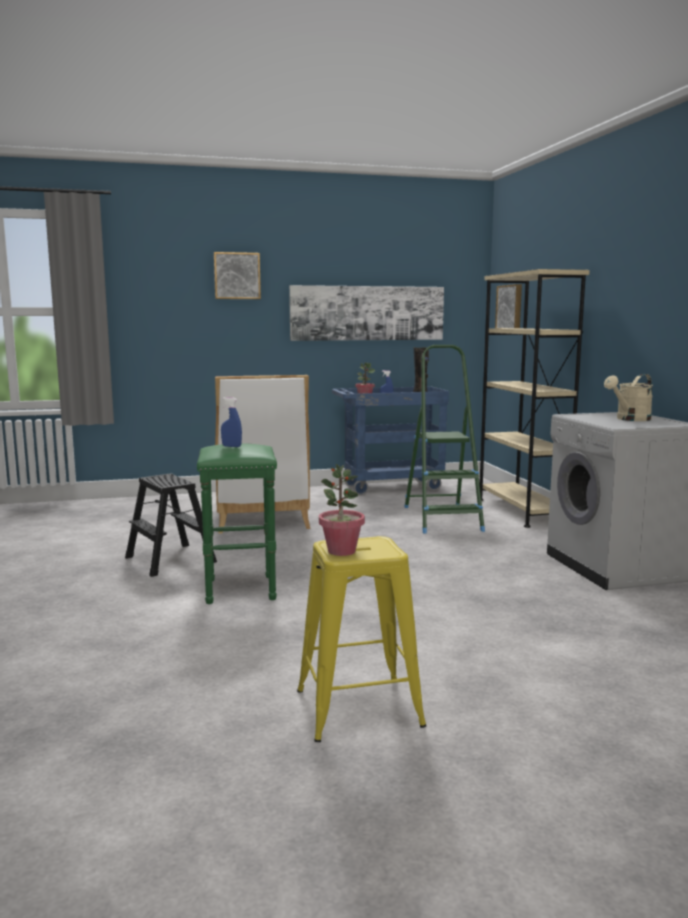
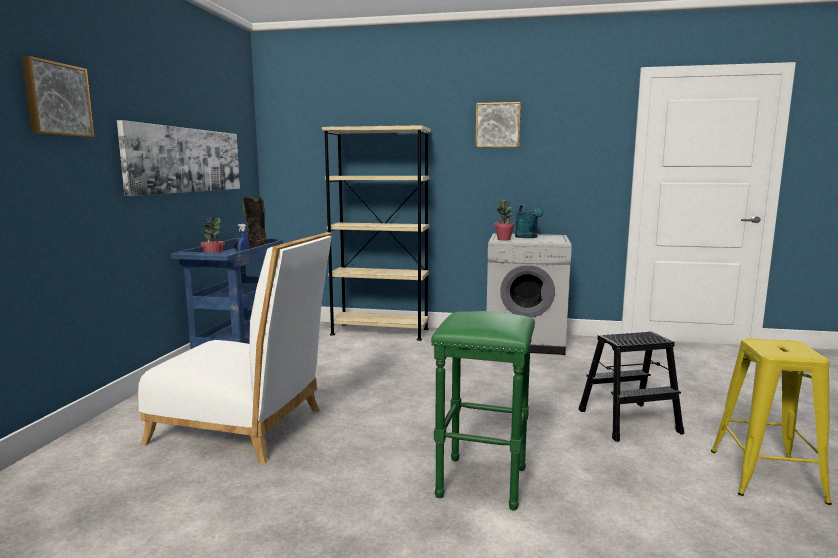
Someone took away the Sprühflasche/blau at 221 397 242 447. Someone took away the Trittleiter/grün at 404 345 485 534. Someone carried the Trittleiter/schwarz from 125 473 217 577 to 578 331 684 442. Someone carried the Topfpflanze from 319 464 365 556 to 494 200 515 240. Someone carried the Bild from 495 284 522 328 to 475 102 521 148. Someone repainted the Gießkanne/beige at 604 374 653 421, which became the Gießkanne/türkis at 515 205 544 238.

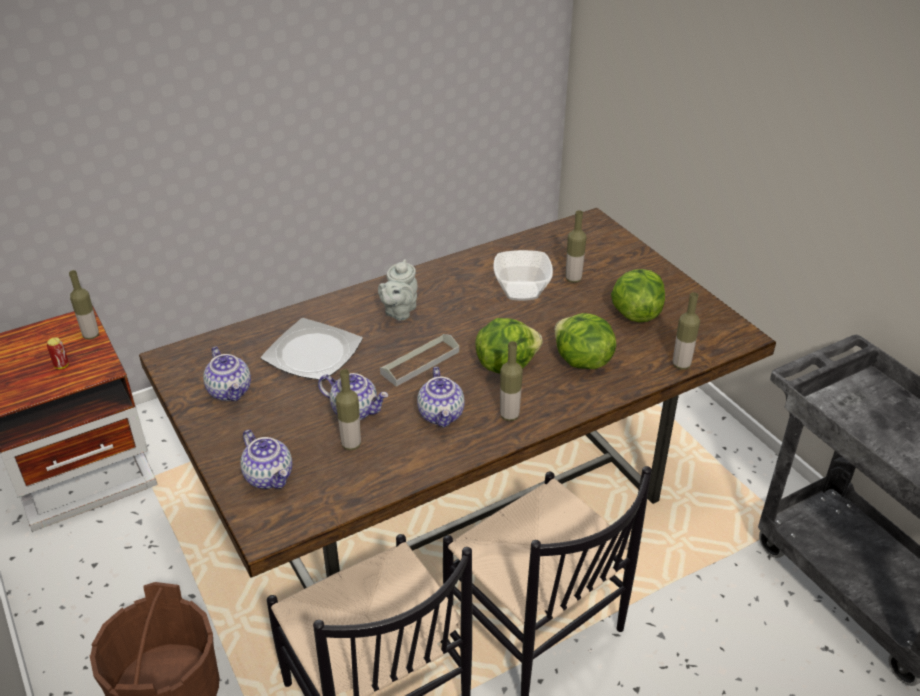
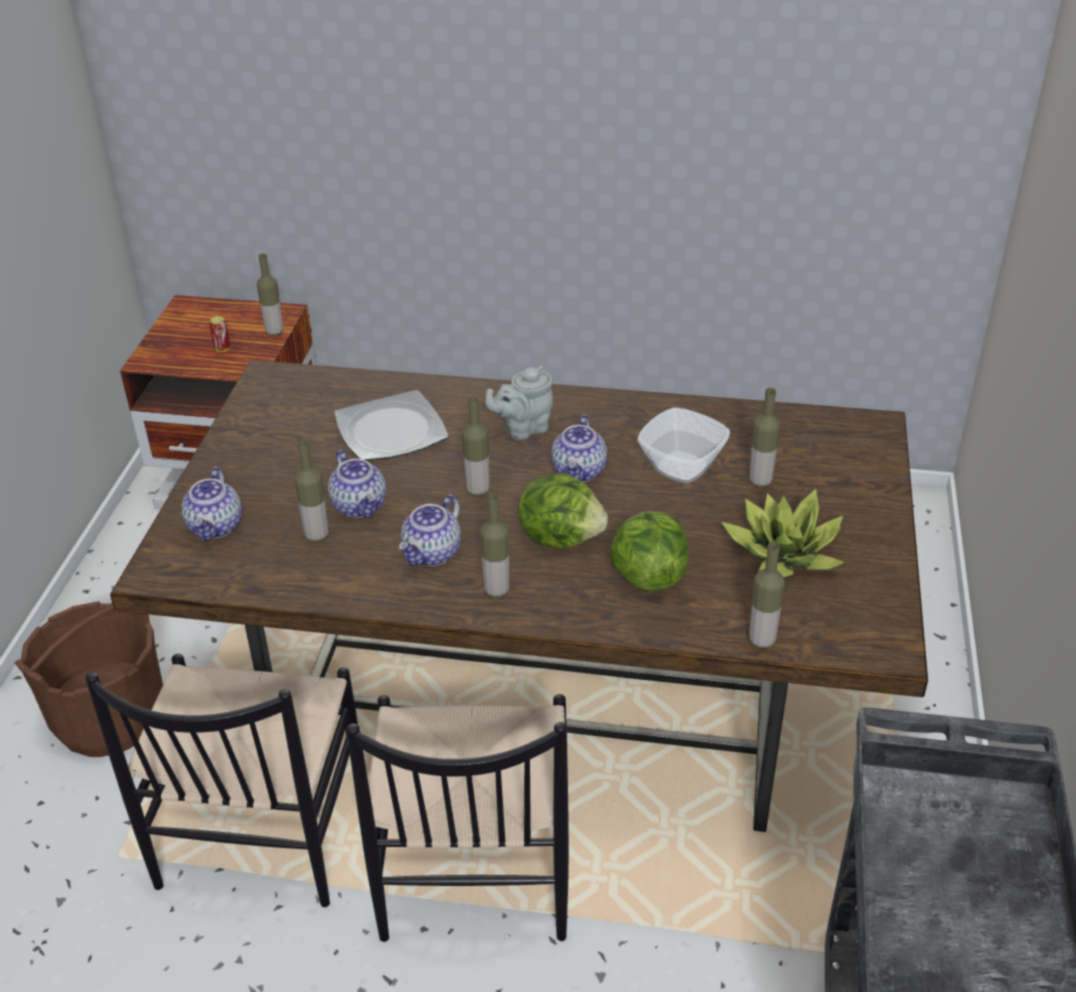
Someone carried the Teekanne from 203 347 251 401 to 551 415 607 482. Someone swapped the Tablett/grau at 380 334 459 387 for the Flasche at 462 397 490 497. Someone swapped the Salatkopf at 611 269 665 322 for the Topfpflanze at 721 489 845 577.

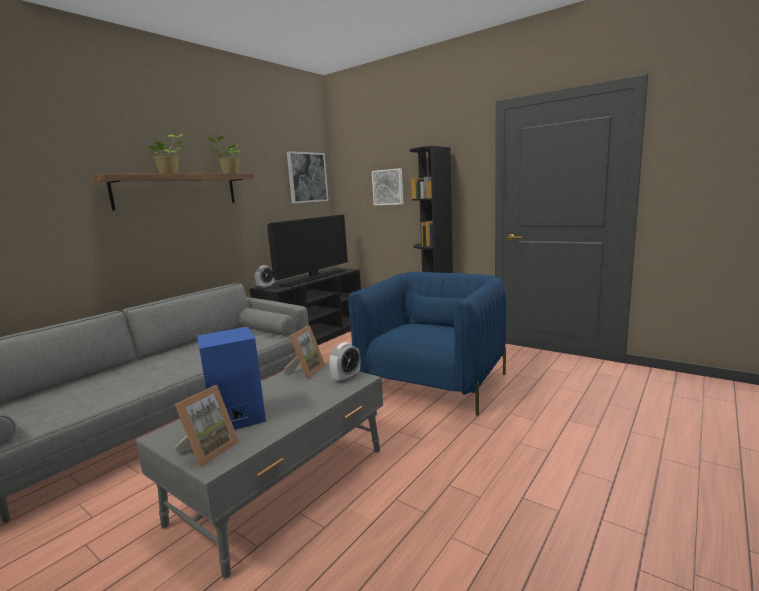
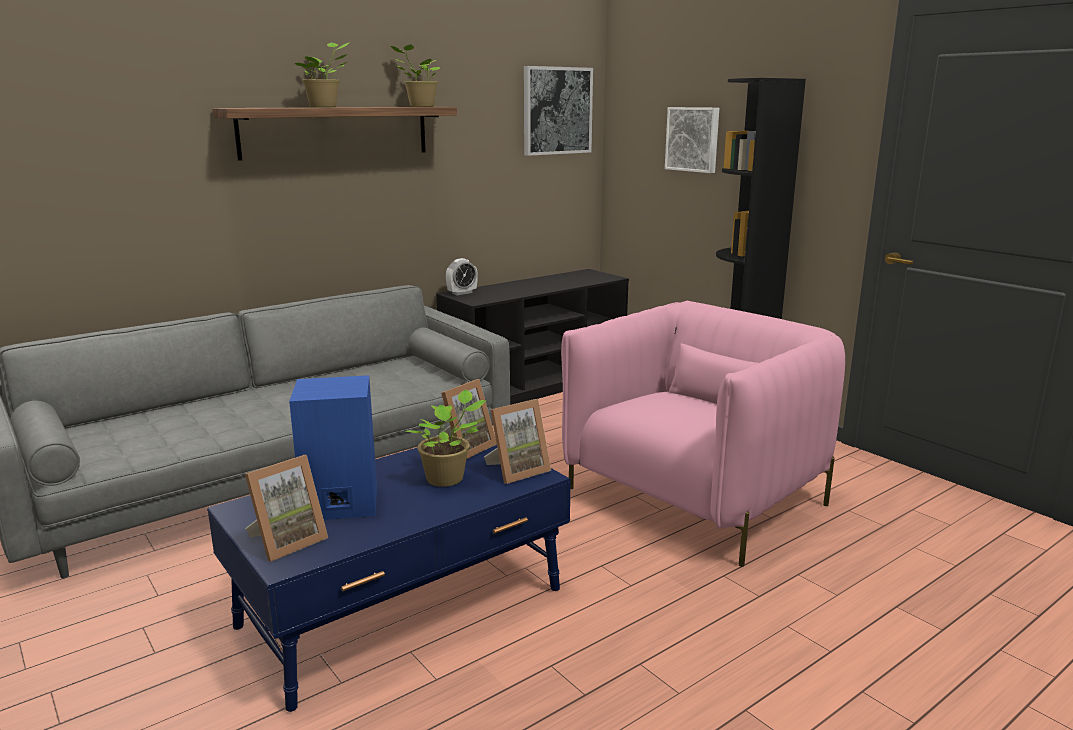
Someone took away the Fernseher at 267 214 348 287. Someone put down the Topfpflanze at 405 390 486 487. Someone swapped the Wecker at 329 342 360 383 for the Bilderrahmen at 484 399 551 484. Someone repainted the Couchtisch/grau at 135 363 383 578, which became the Couchtisch/blau at 207 445 571 712. Someone repainted the Sessel/blau at 348 272 507 416, which became the Sessel/rosa at 561 301 845 567.

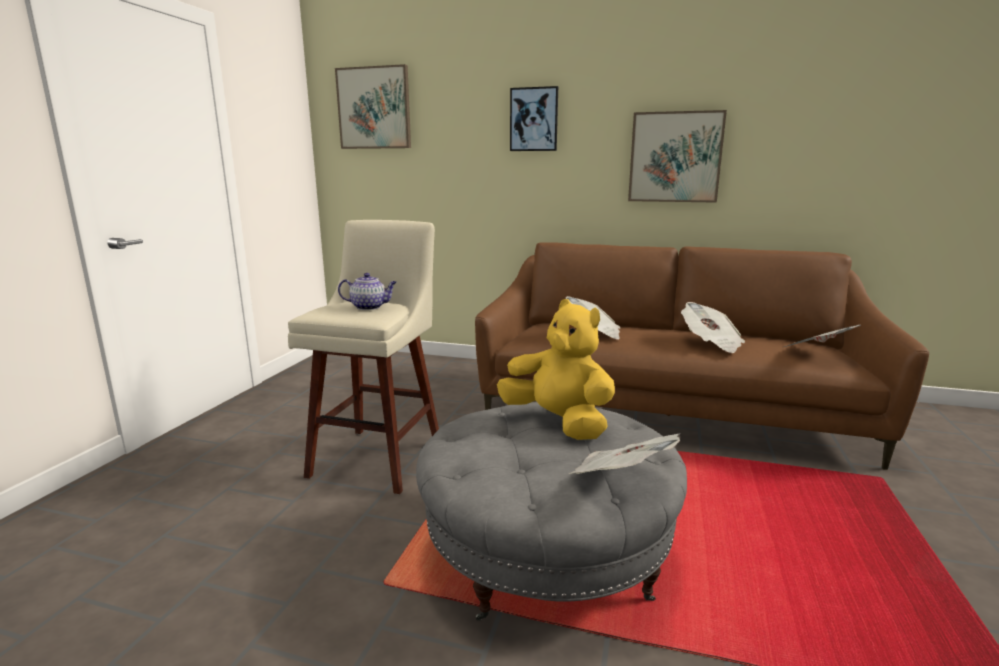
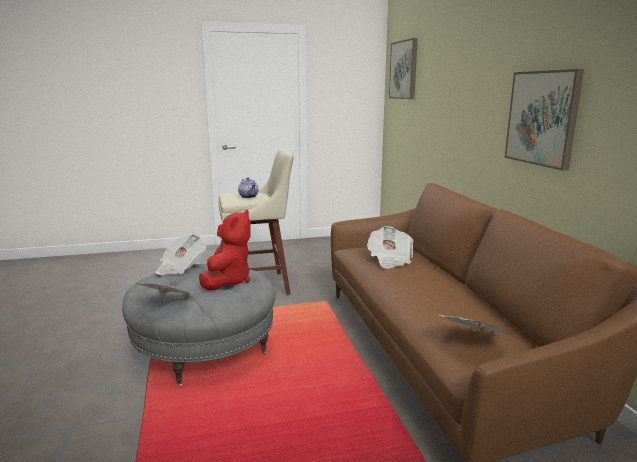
Someone took away the Bild at 510 86 558 151. Someone carried the Zeitung from 681 302 745 353 to 156 234 206 275. Someone repainted the Plüschtier/gelb at 497 299 615 440, which became the Plüschtier/rot at 199 210 251 290.

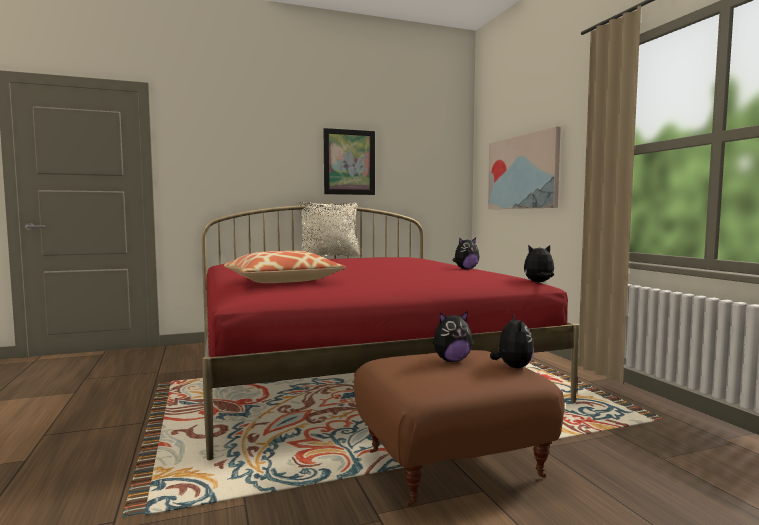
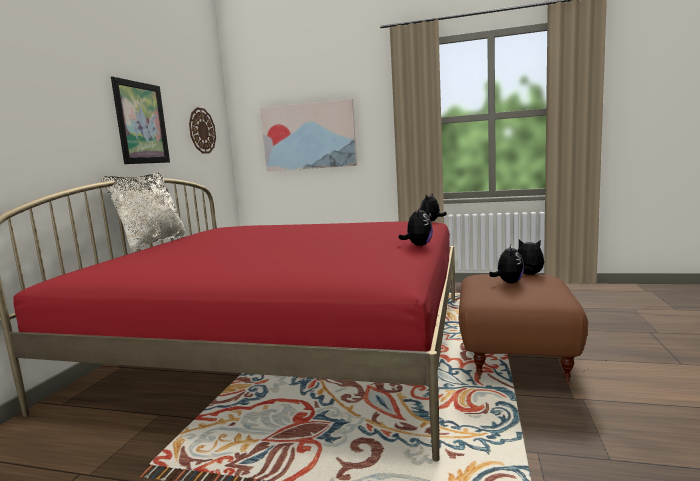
Someone took away the Kissen at 224 251 346 283. Someone put up the Wanduhr at 189 107 216 154. Someone carried the Plüschtier from 453 237 479 270 to 398 206 433 246.

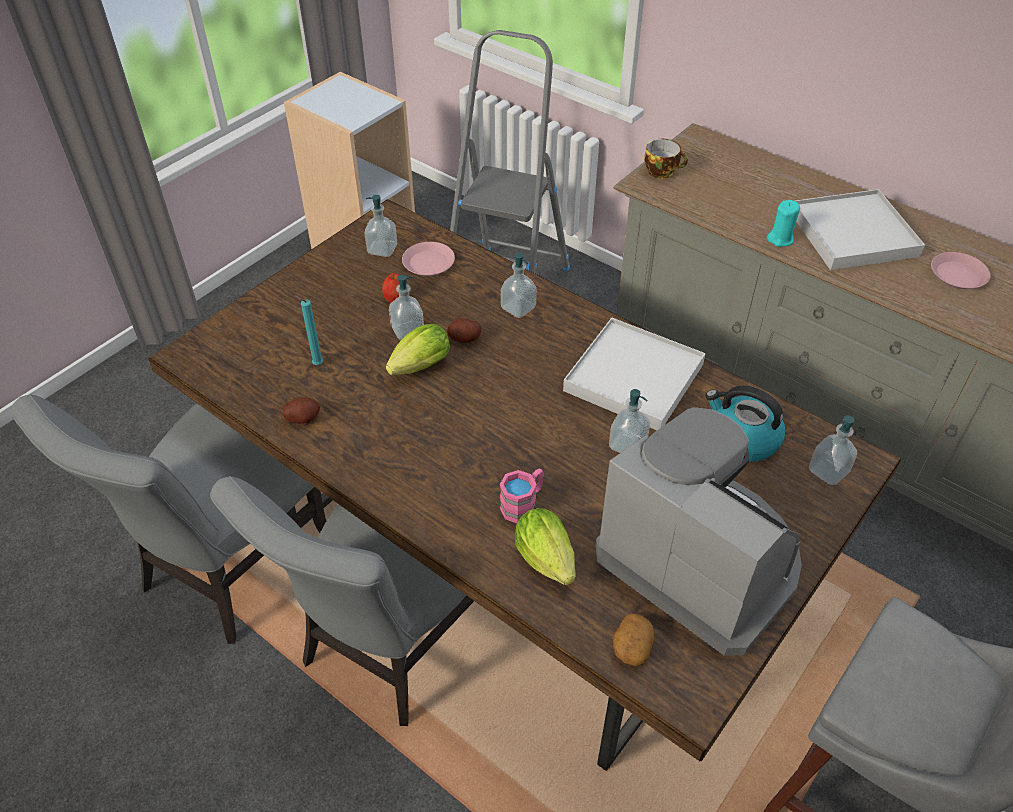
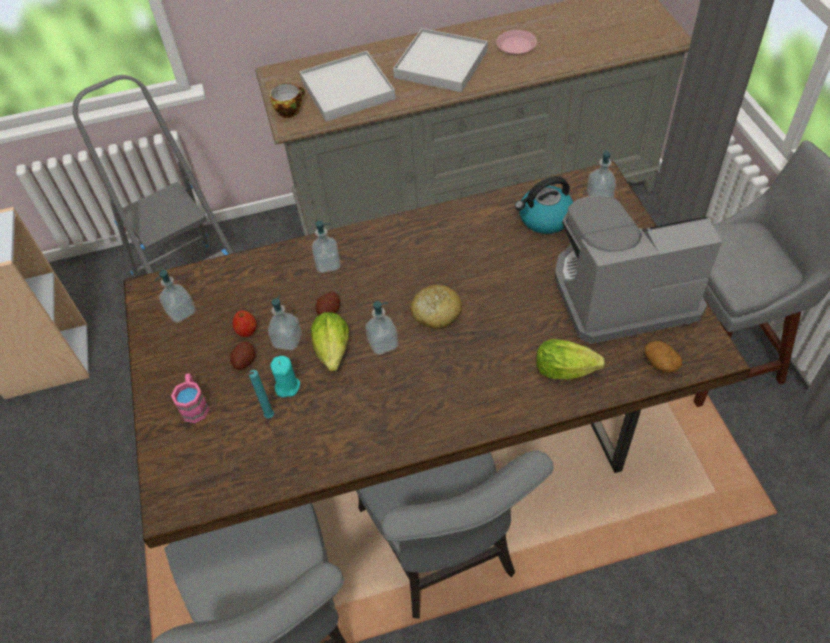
Someone took away the Teller/rosa at 402 242 455 276. Someone put down the Brot at 411 285 462 329. Someone carried the Kartoffel from 283 397 320 424 to 230 342 256 370. Someone carried the Henkelbecher/rosa from 500 468 544 523 to 171 374 210 423. Someone carried the Tablett/weiß from 563 318 706 430 to 300 51 395 122. Someone carried the Seifenspender from 609 389 650 453 to 365 301 398 355. Someone carried the Kerze/türkis from 767 200 800 247 to 270 356 300 397.

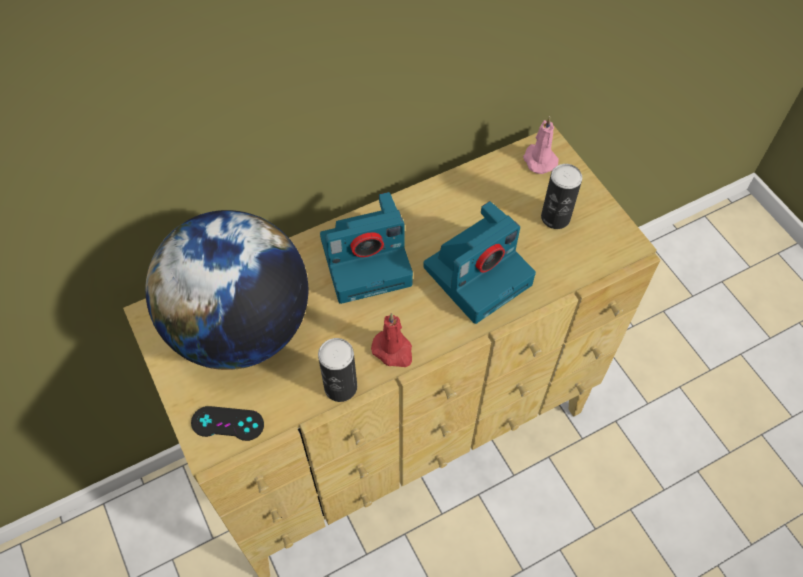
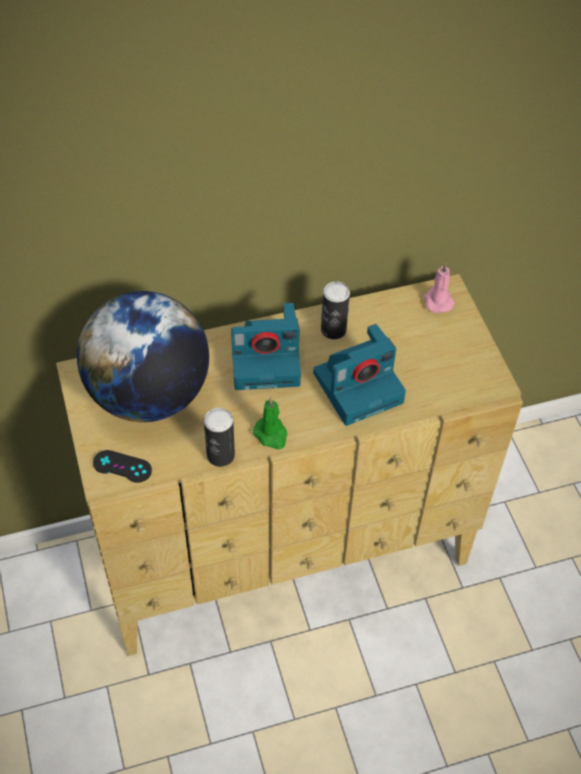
Someone carried the Dose from 541 164 582 229 to 321 281 350 339. Someone repainted the Kerze/rot at 371 313 412 367, which became the Kerze/grün at 253 397 288 450.

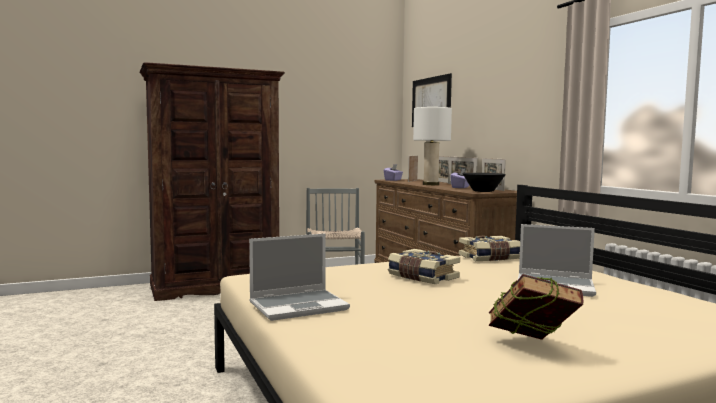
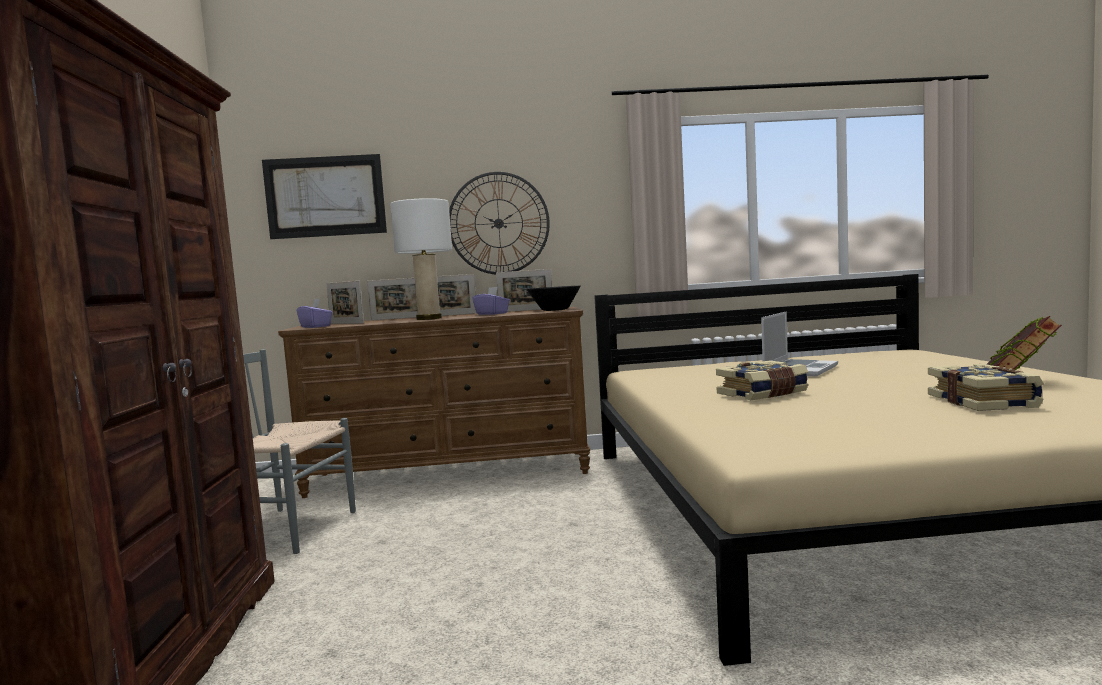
Someone took away the Laptop at 249 234 350 321. Someone put up the Wanduhr at 449 172 550 274. Someone carried the Buch from 459 236 520 261 to 928 364 1044 411.

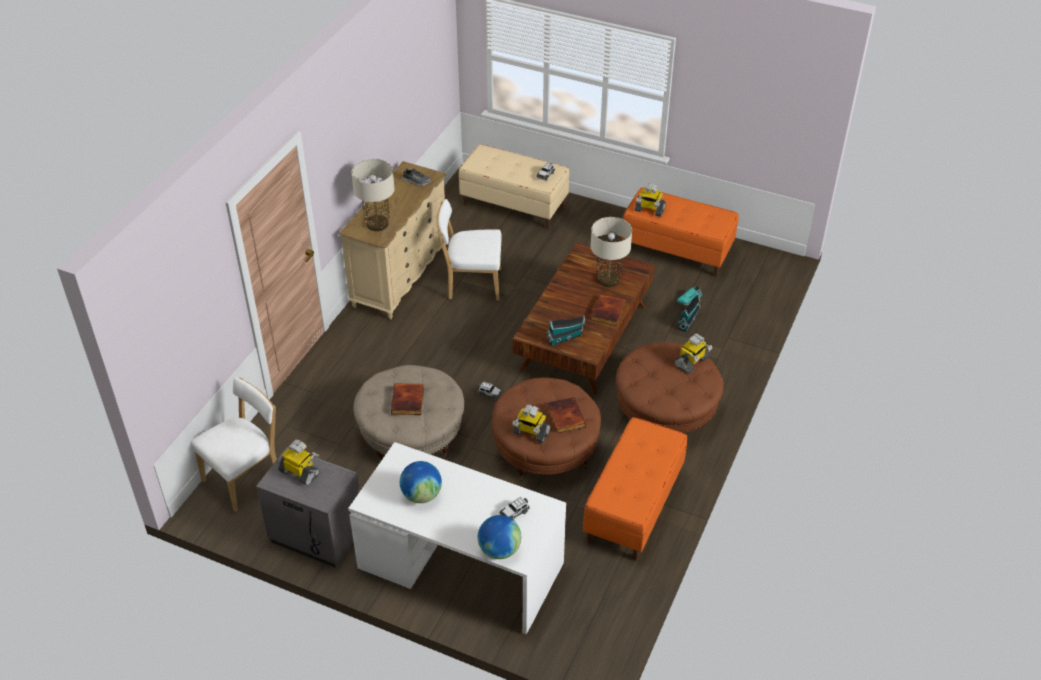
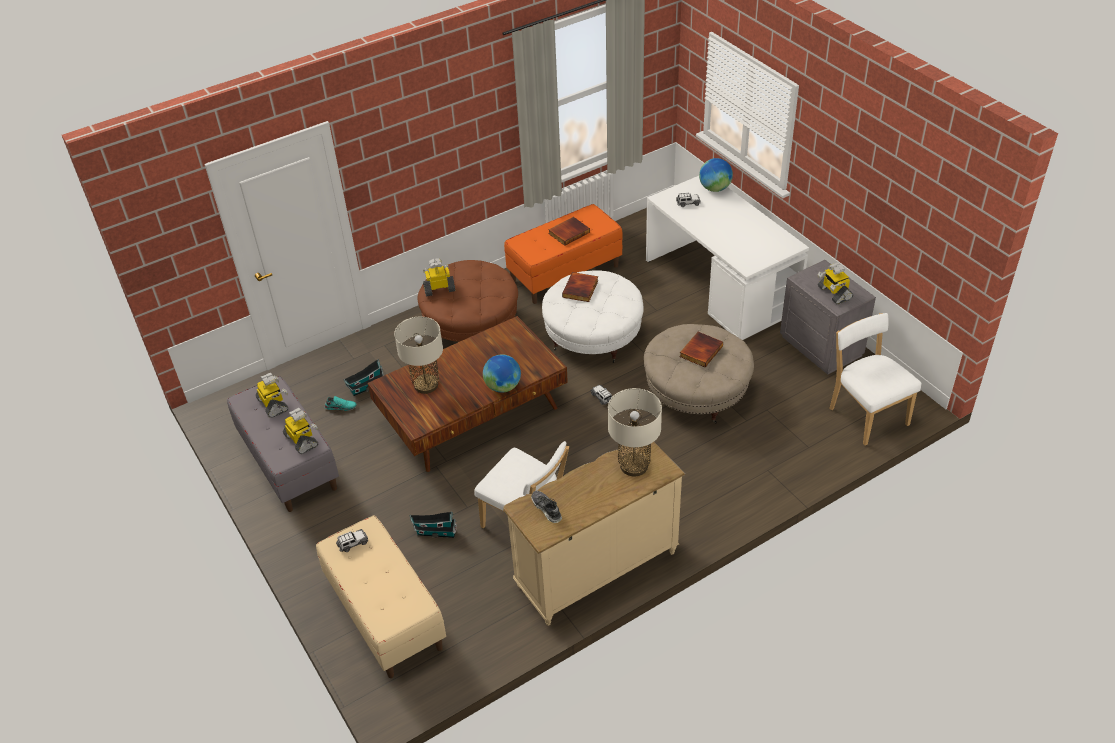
Someone carried the Globus from 400 461 442 503 to 483 354 521 393. Someone carried the Spielzeugroboter from 512 404 551 443 to 256 373 289 418. Someone carried the Spielzeughaus from 546 316 585 346 to 409 512 457 538. Someone carried the Buch from 590 294 626 326 to 549 217 590 246. Someone repainted the Polsterhocker/braun at 492 378 601 481, which became the Polsterhocker/weiß at 542 270 644 363. Someone repainted the Bank/orange at 622 187 739 277, which became the Bank/grau at 227 376 339 512. Someone rotated the Stuhl/weiß at 191 377 277 512 by 75 degrees clockwise.

